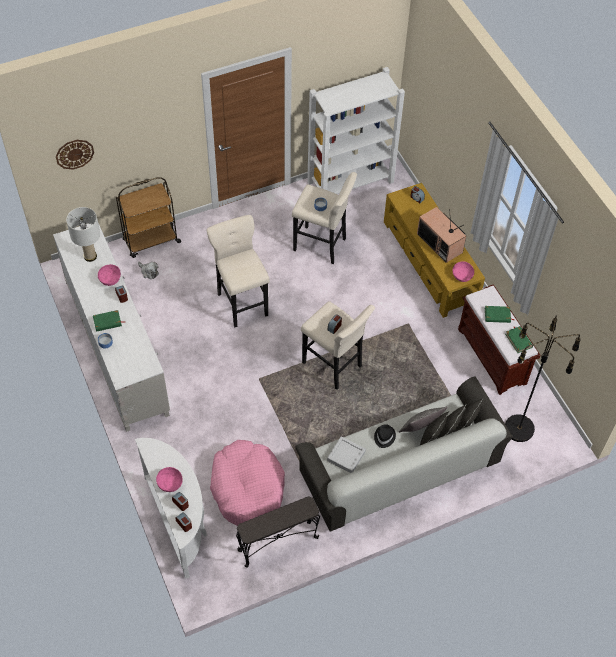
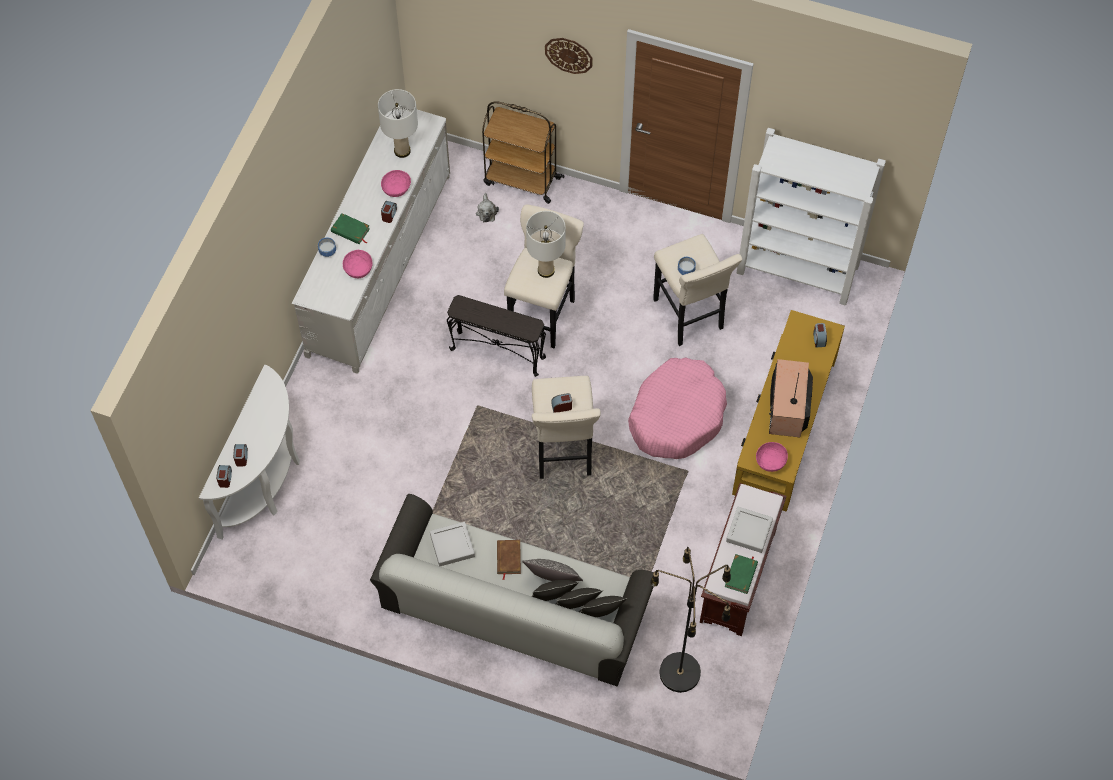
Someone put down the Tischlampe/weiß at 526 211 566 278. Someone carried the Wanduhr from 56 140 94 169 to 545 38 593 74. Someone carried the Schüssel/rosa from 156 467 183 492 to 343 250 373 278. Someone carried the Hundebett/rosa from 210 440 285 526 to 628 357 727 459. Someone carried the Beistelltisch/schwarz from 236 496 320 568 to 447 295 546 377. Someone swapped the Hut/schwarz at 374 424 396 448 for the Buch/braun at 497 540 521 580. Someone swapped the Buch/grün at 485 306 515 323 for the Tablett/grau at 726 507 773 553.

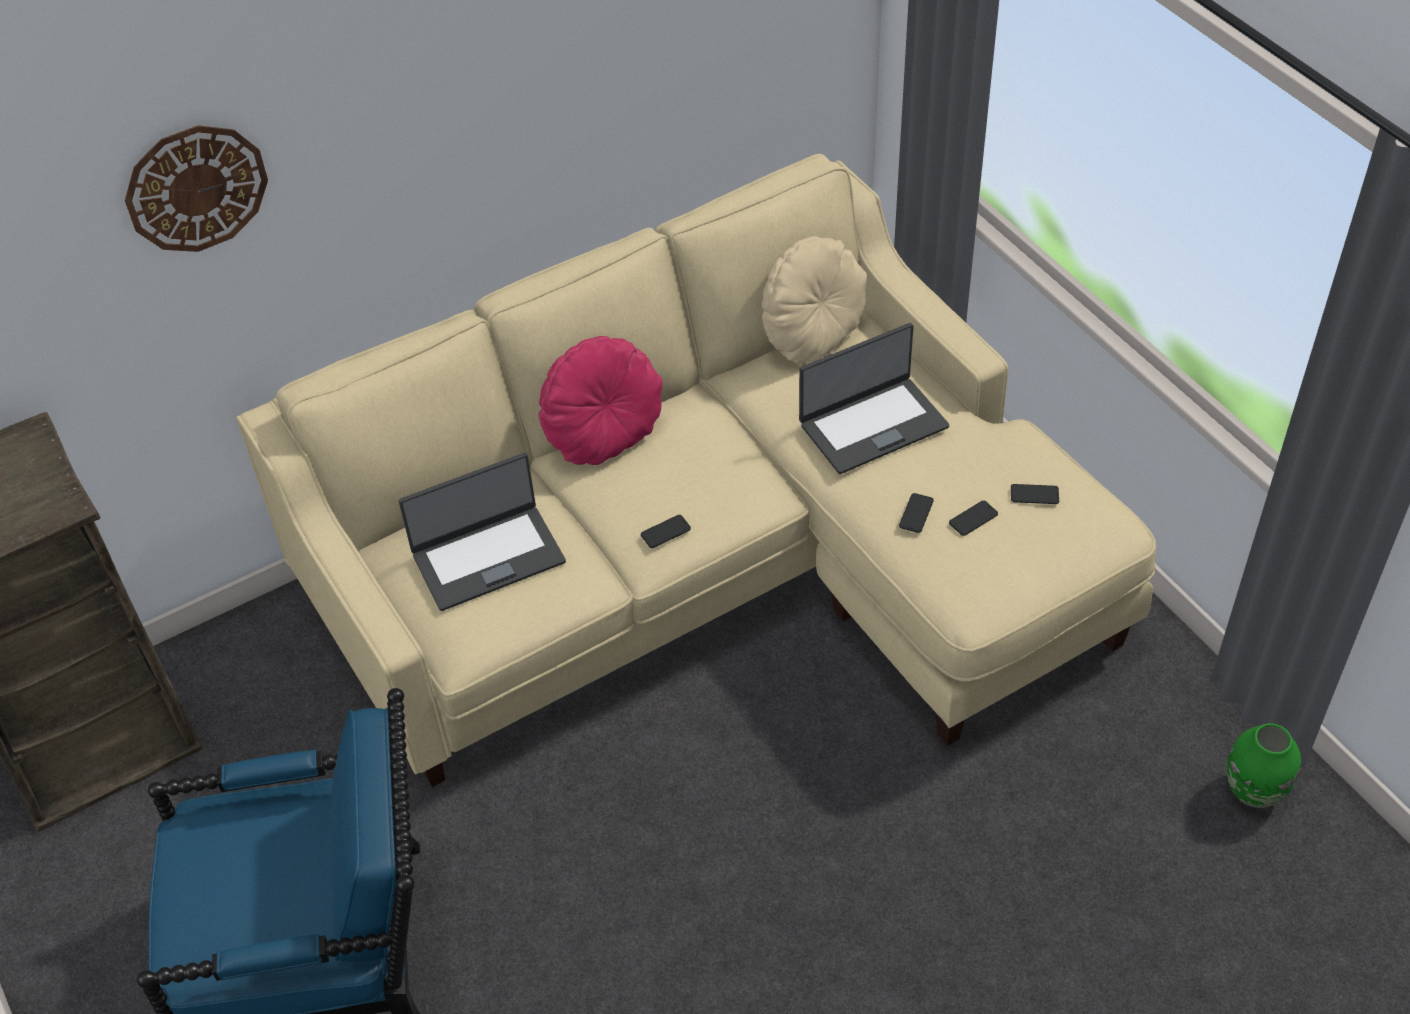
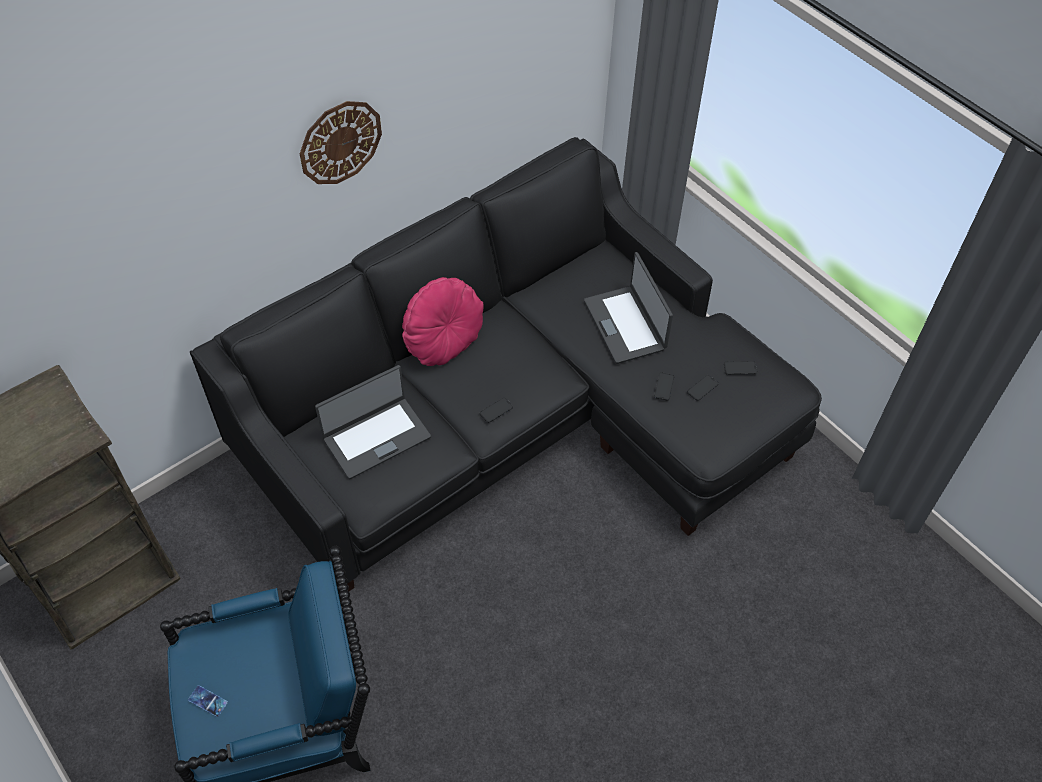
Someone took away the Kissen/beige at 762 236 867 363. Someone took away the Vase/grün at 1227 723 1301 808. Someone put down the Handy at 188 685 228 717. Someone carried the Wanduhr from 125 125 268 252 to 300 101 382 184. Someone repainted the Sofa/beige at 236 154 1156 787, which became the Sofa/schwarz at 190 137 822 591. Someone rotated the Laptop at 799 323 949 474 by 105 degrees clockwise.

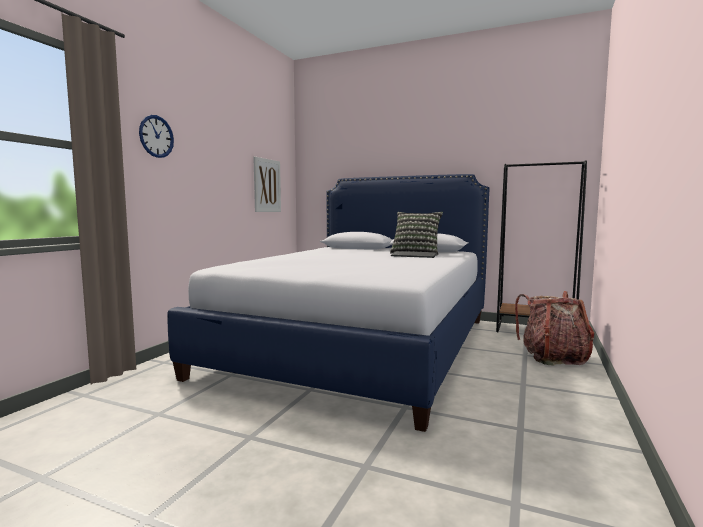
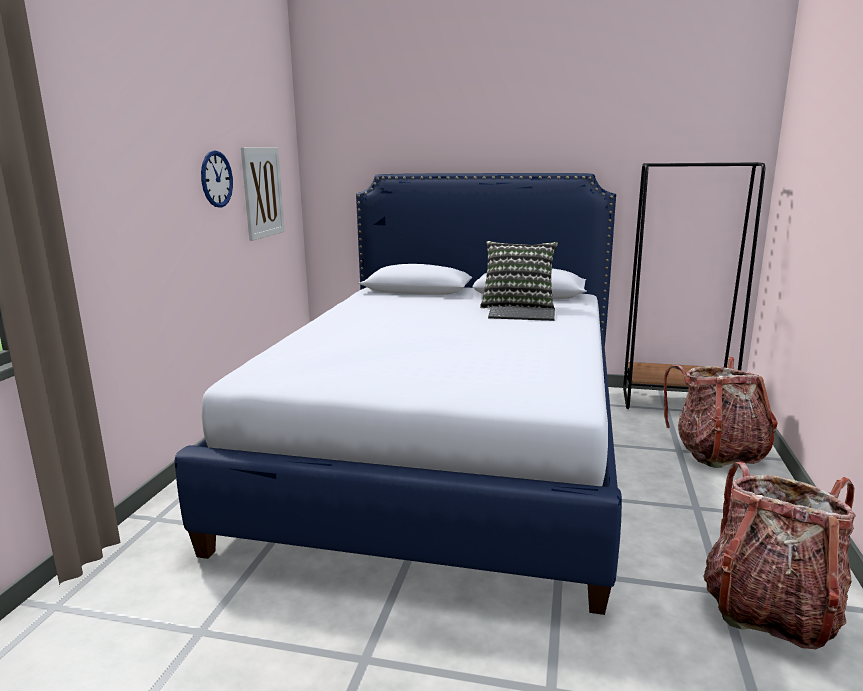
Someone put down the Rucksack at 703 462 856 649. Someone carried the Wanduhr from 139 115 174 158 to 201 151 233 208.

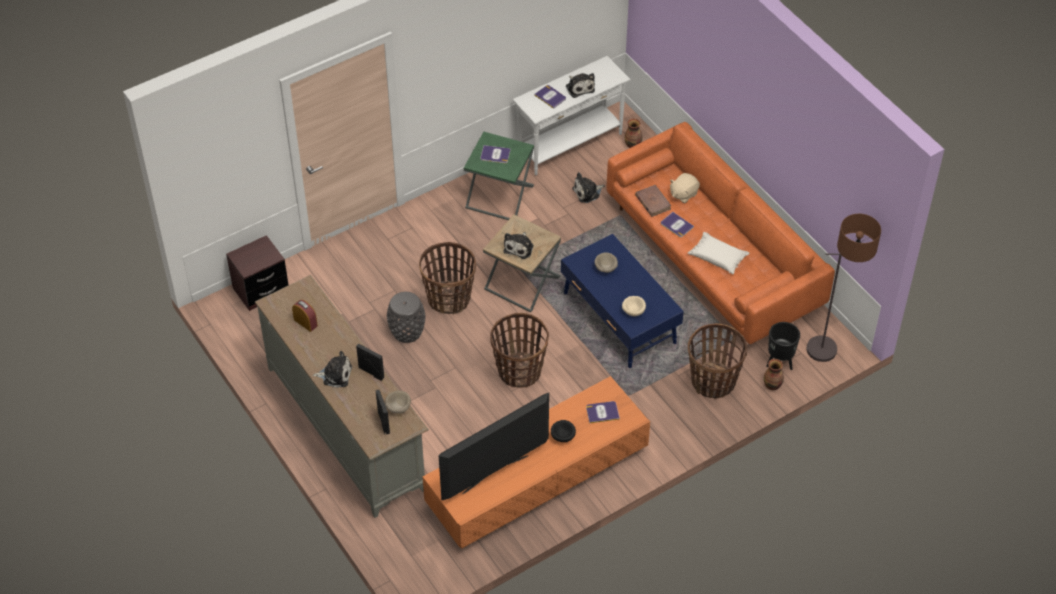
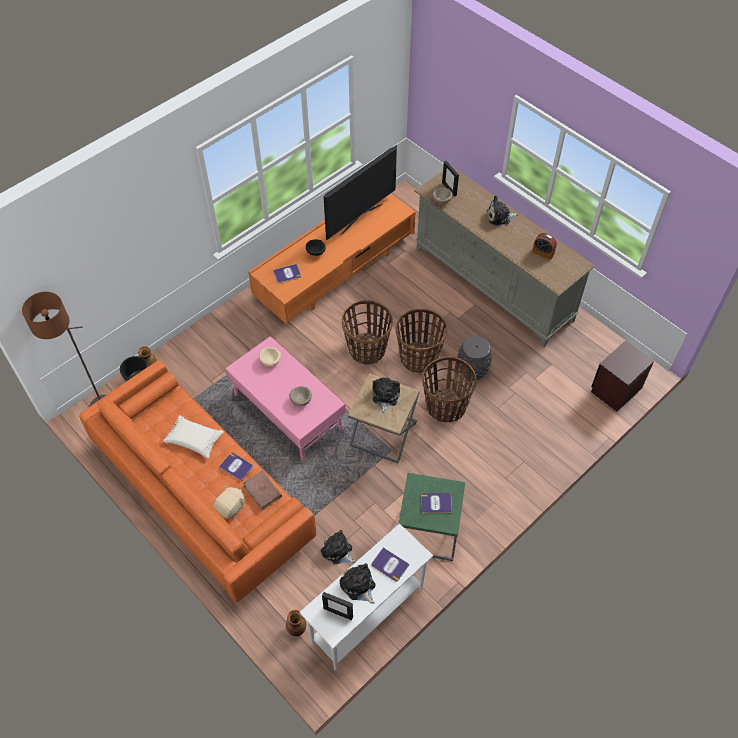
Someone carried the Bilderrahmen from 356 344 384 381 to 322 592 353 620. Someone carried the Korb from 688 324 747 399 to 395 308 448 373. Someone repainted the Couchtisch/blau at 561 234 684 368, which became the Couchtisch/rosa at 225 336 346 461. Someone rotated the Plüschtier at 572 172 604 203 by 105 degrees counterclockwise.

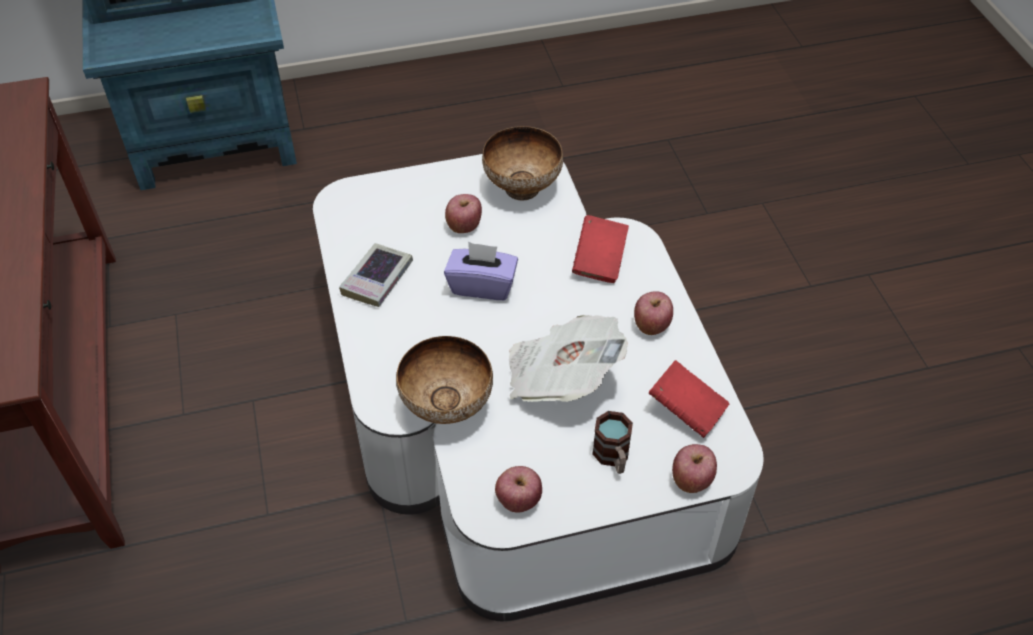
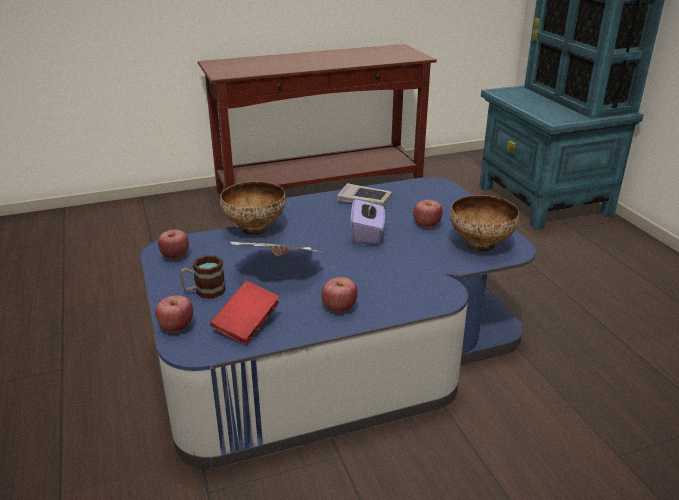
Someone took away the Buch/rot at 572 215 629 283. Someone repainted the Couchtisch/weiß at 313 154 764 622, which became the Couchtisch/blau at 141 177 536 469.

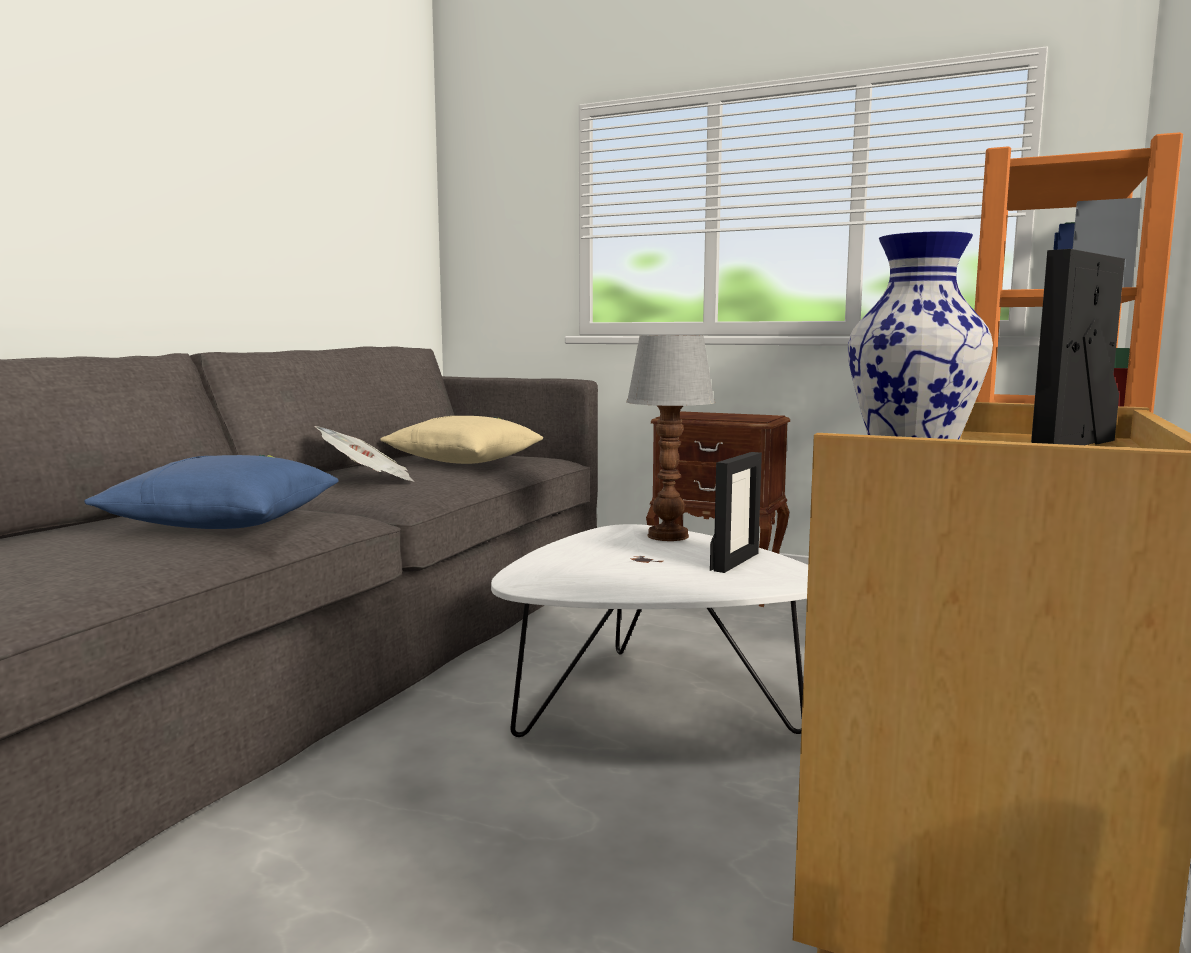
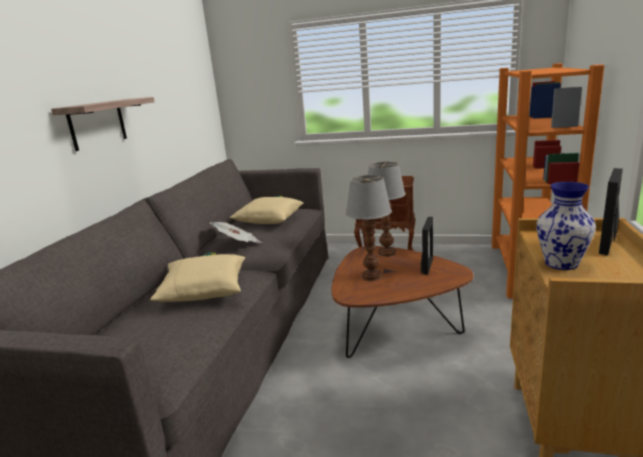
Someone put up the Wandregal at 51 97 155 151. Someone put down the Tischlampe at 346 175 392 281. Someone repainted the Kissen/blau at 84 455 339 529, which became the Kissen/beige at 150 252 245 302. Someone repainted the Couchtisch/weiß at 491 524 808 737, which became the Couchtisch/braun at 332 246 473 358.

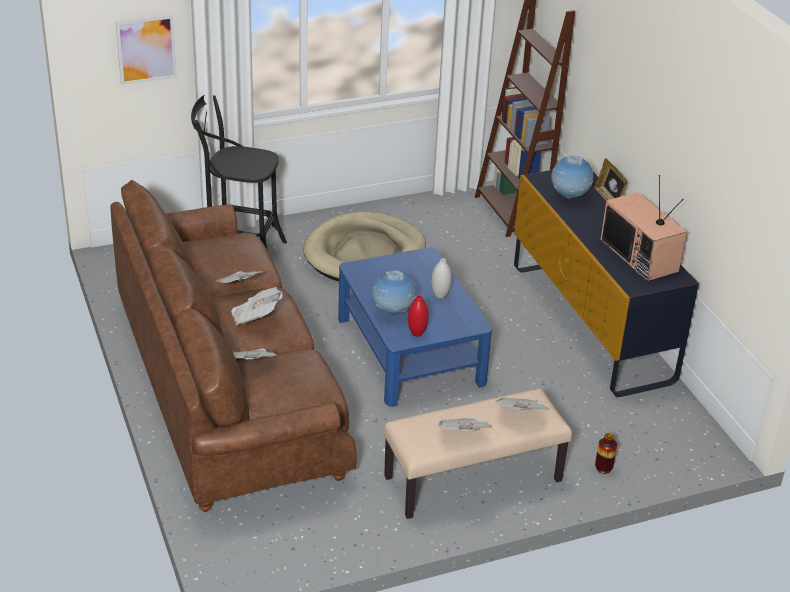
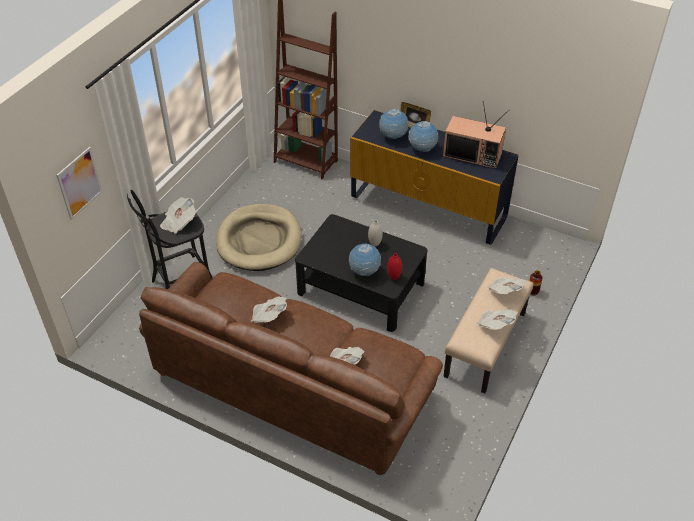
Someone put down the Globus at 408 121 438 152. Someone carried the Zeitung from 231 287 283 325 to 160 197 196 234. Someone repainted the Couchtisch/blau at 338 247 492 407, which became the Couchtisch/schwarz at 295 214 427 332.

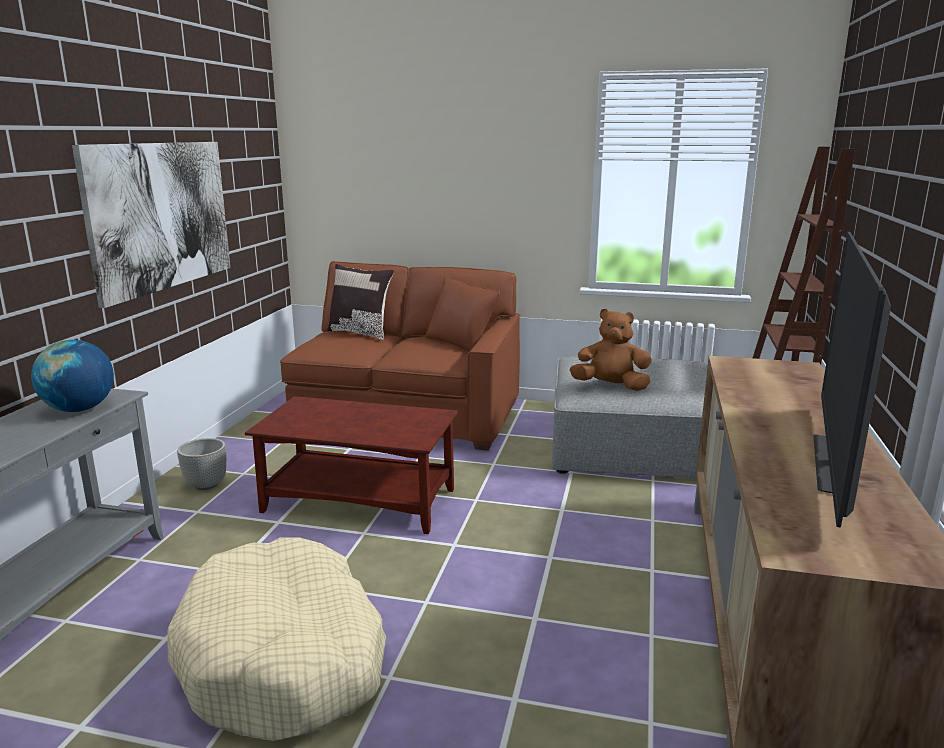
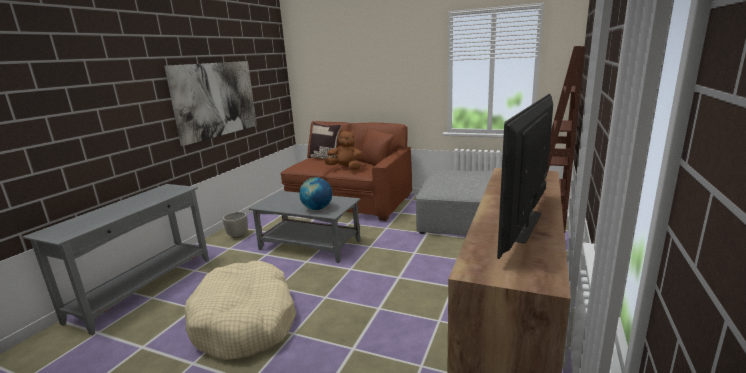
Someone carried the Globus from 31 340 114 412 to 299 177 332 210. Someone carried the Plüschtier/braun from 570 309 652 391 to 324 130 362 170. Someone repainted the Couchtisch/braun at 245 396 458 534, which became the Couchtisch/grau at 249 191 361 263.

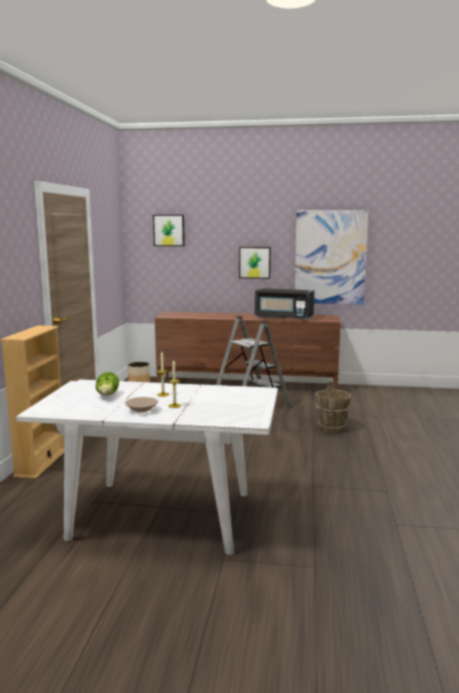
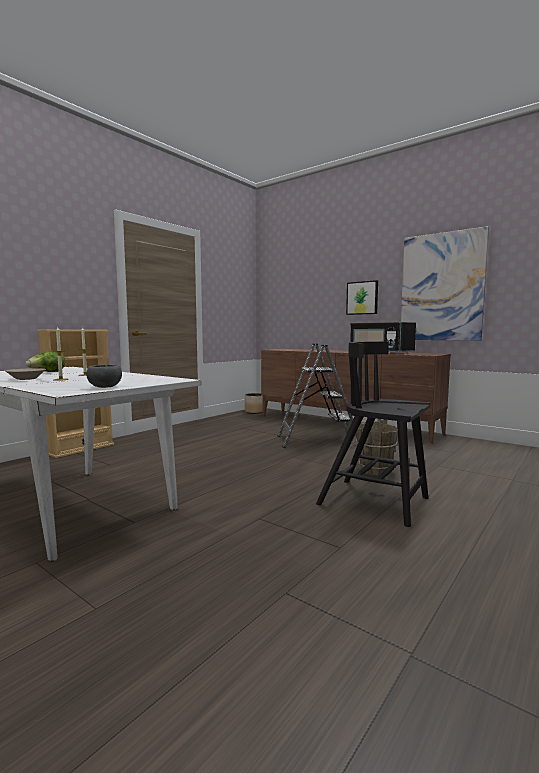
Someone took away the Bild at 153 215 185 246. Someone put down the Schüssel/grau at 86 365 122 388. Someone put down the Stuhl/schwarz at 316 341 430 527.

